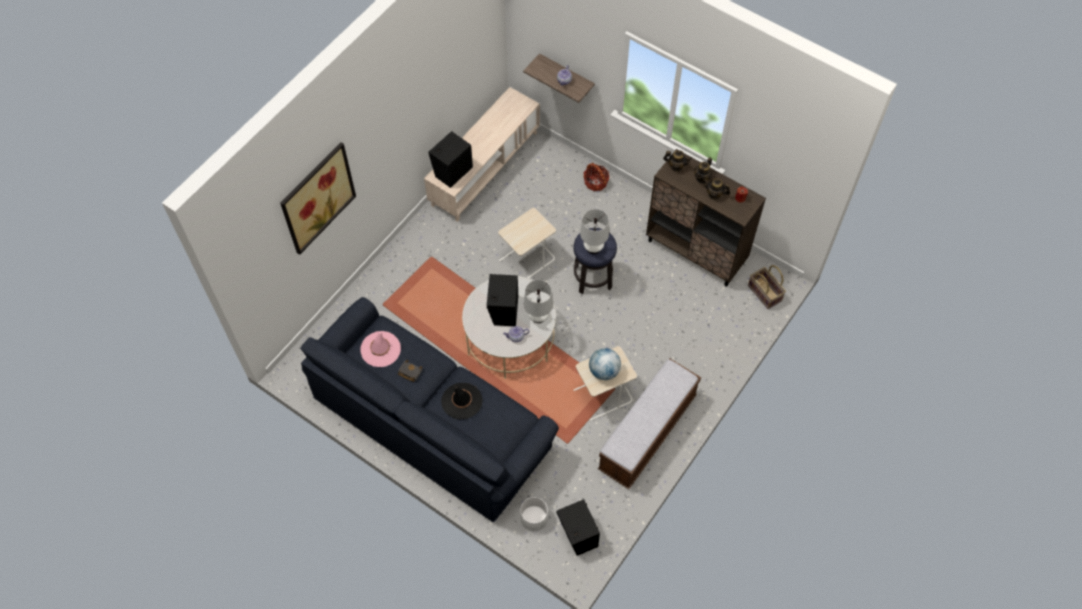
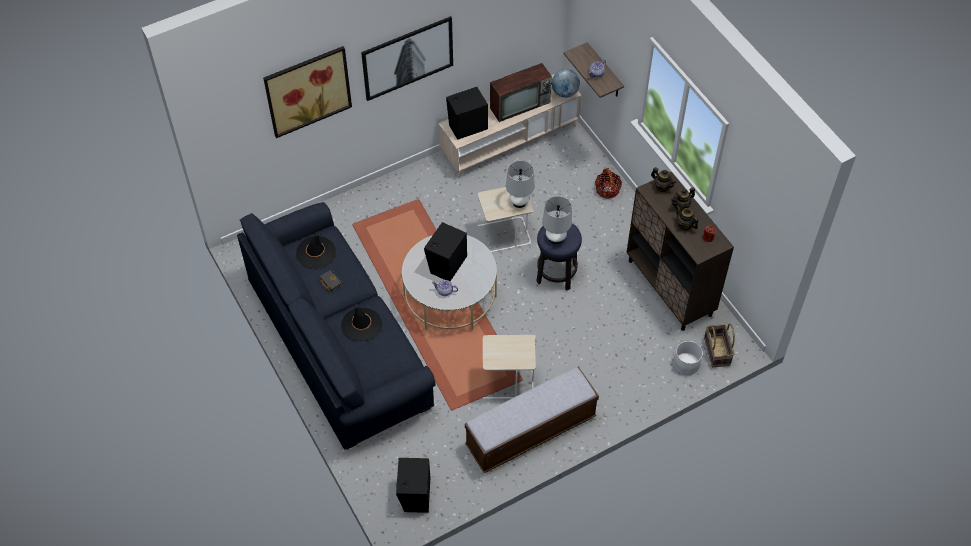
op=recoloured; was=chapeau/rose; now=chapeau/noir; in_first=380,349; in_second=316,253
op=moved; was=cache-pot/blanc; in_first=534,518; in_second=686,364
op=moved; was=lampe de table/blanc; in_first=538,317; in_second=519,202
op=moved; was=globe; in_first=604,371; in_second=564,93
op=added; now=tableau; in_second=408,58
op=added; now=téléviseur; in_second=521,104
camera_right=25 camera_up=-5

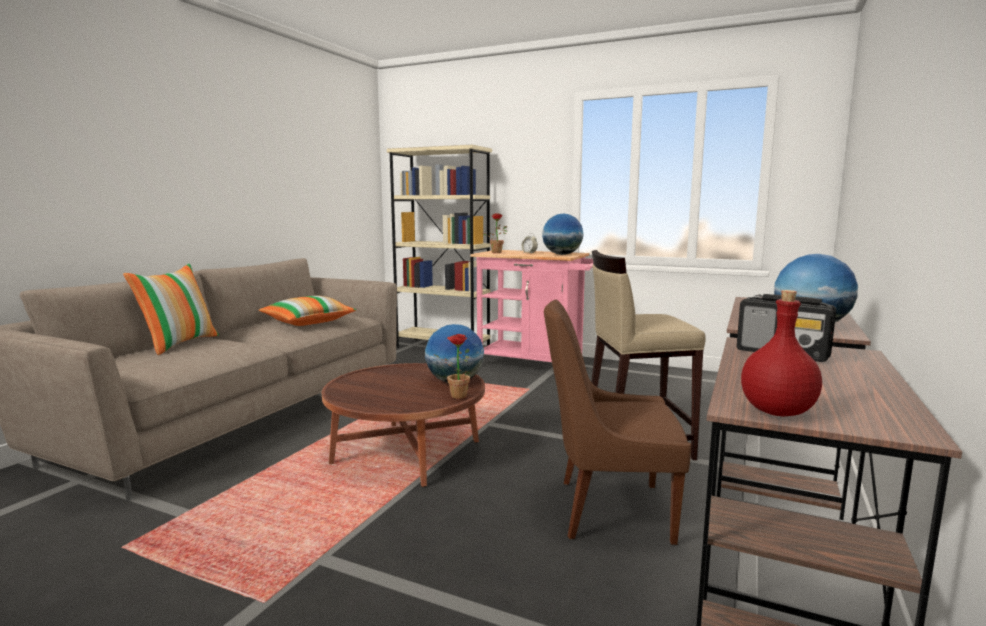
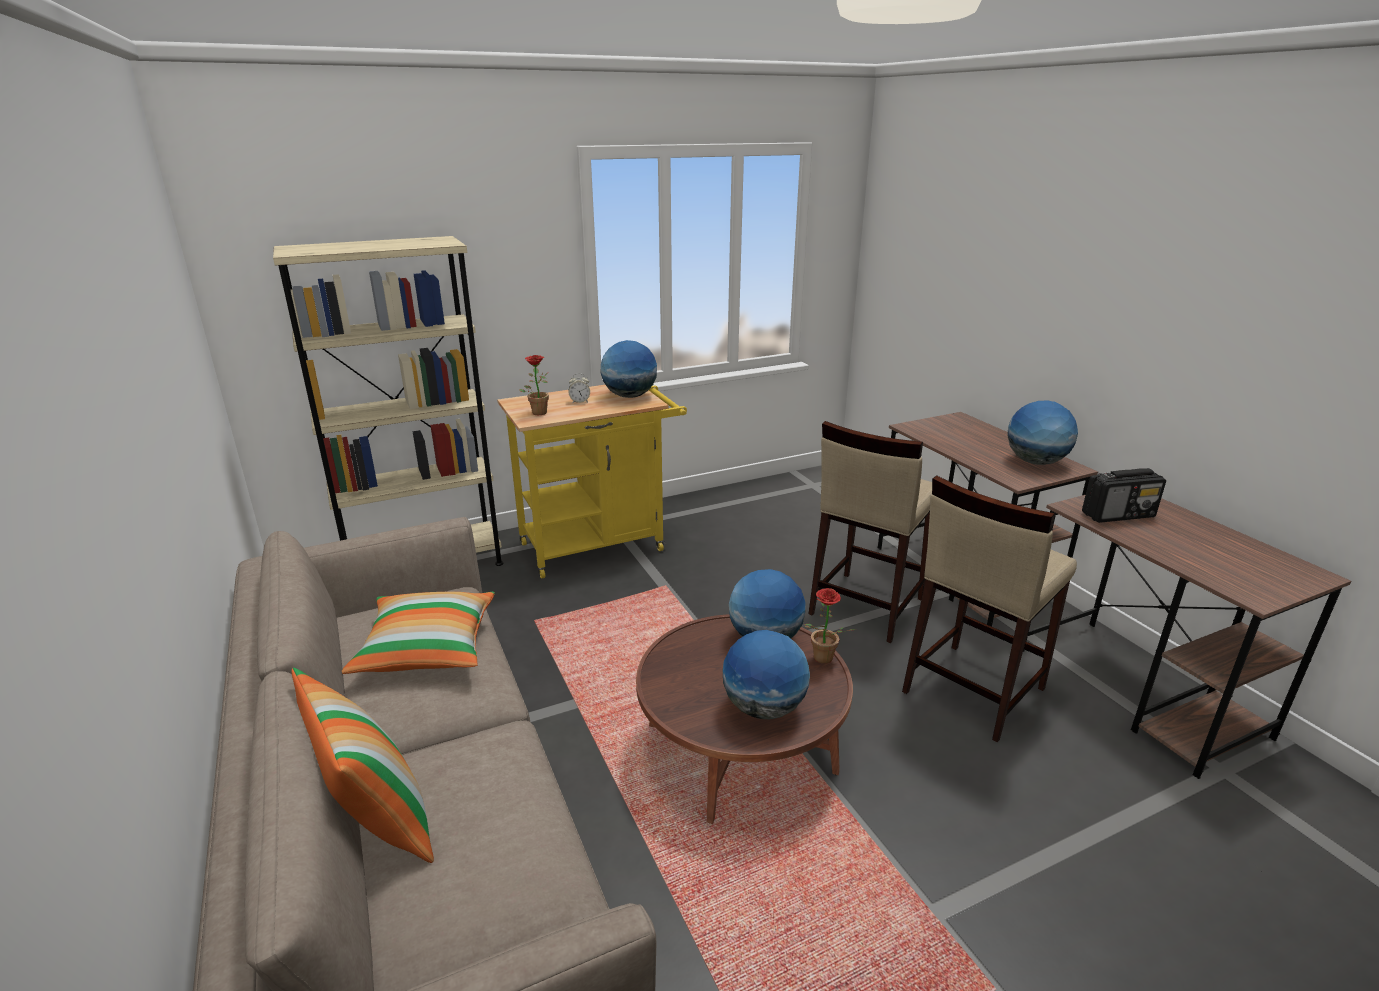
op=recoloured; was=chariot/rose; now=chariot/jaune; in_first=536,365; in_second=600,544
op=replaced; was=chaise/marron; now=tabouret/beige; in_first=608,510; in_second=971,690
op=removed; was=bouteille/rouge; in_first=776,411
op=added; now=globe; in_second=764,708
camera_right=-50 camera_up=15

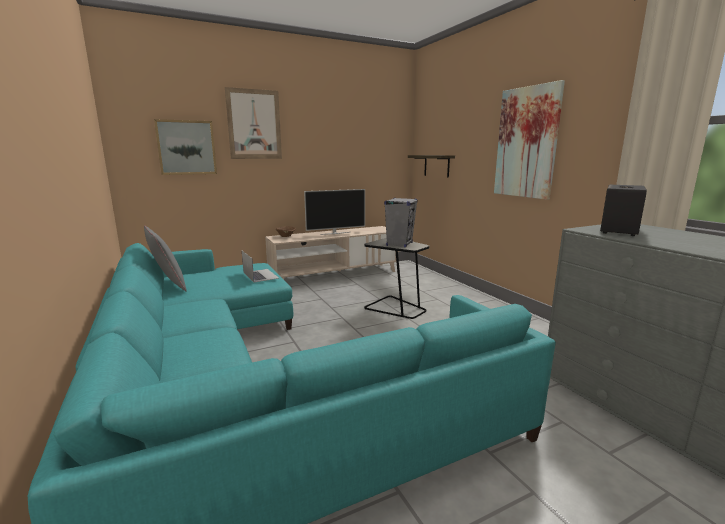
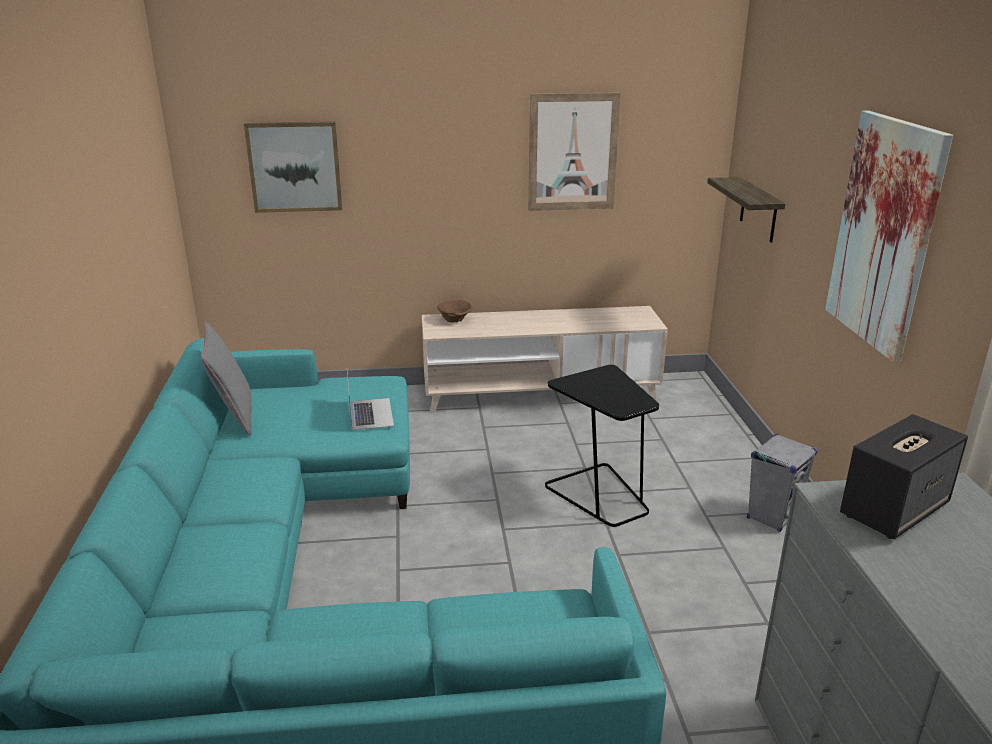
op=moved; was=tableau; in_first=254,124; in_second=572,152
op=removed; was=téléviseur; in_first=335,233
op=moved; was=enceinte/gris; in_first=399,244; in_second=772,517
camera_right=20 camera_up=10

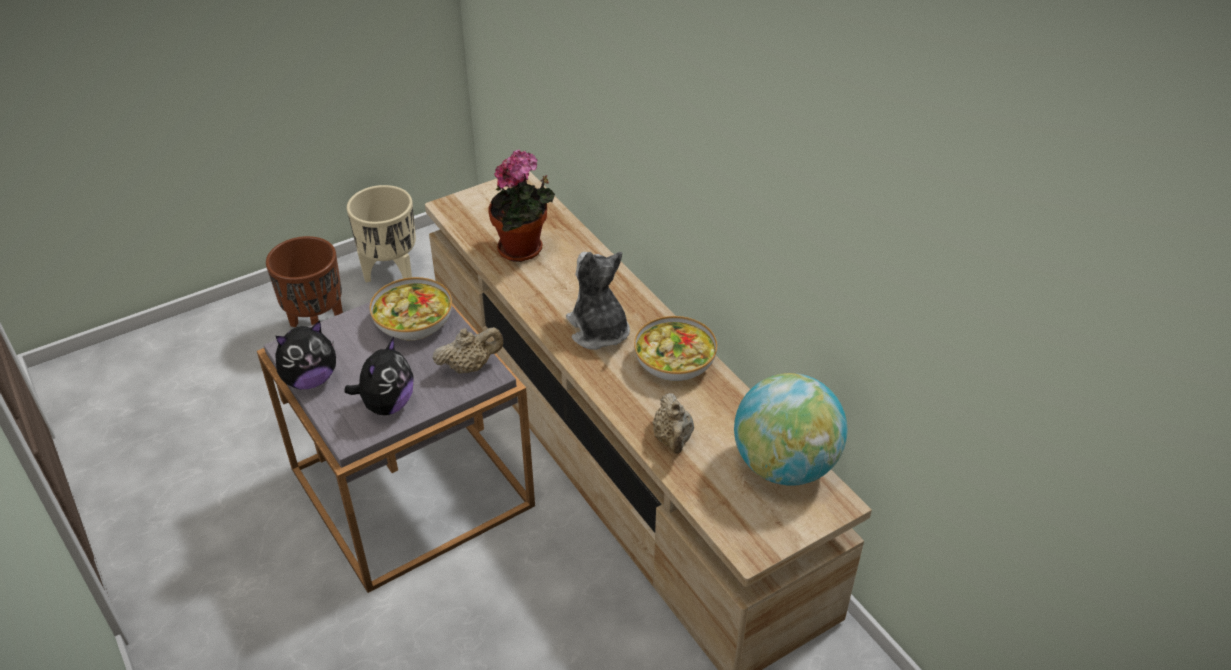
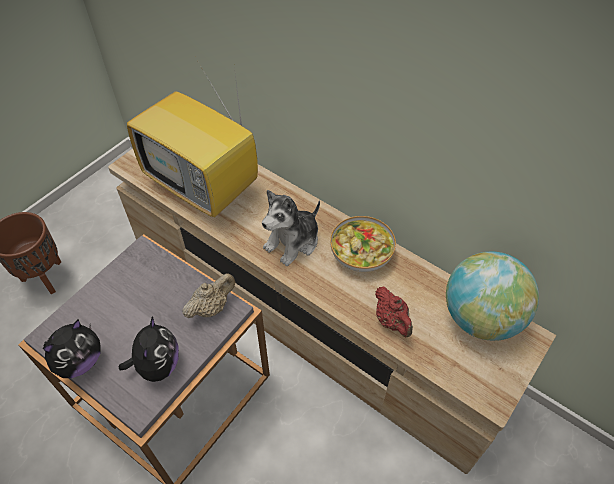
op=removed; was=cache-pot/beige; in_first=392,274
op=removed; was=bol; in_first=414,322
op=replaced; was=plante en pot; now=téléviseur; in_first=524,250; in_second=205,187
op=turned; was=peluche; in_first=598,331; in_second=293,242; clockwise=-90
op=recoloured; was=théière/beige; now=théière/rouge; in_first=673,440; in_second=392,321
camera_right=-20 camera_up=10

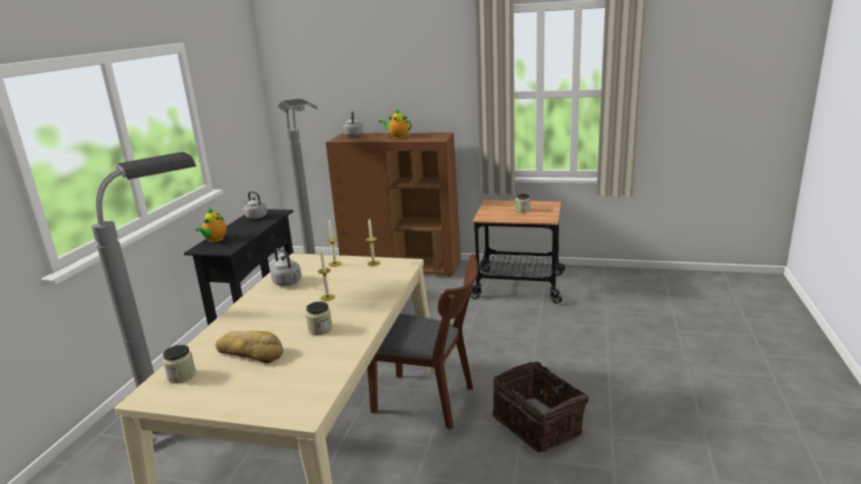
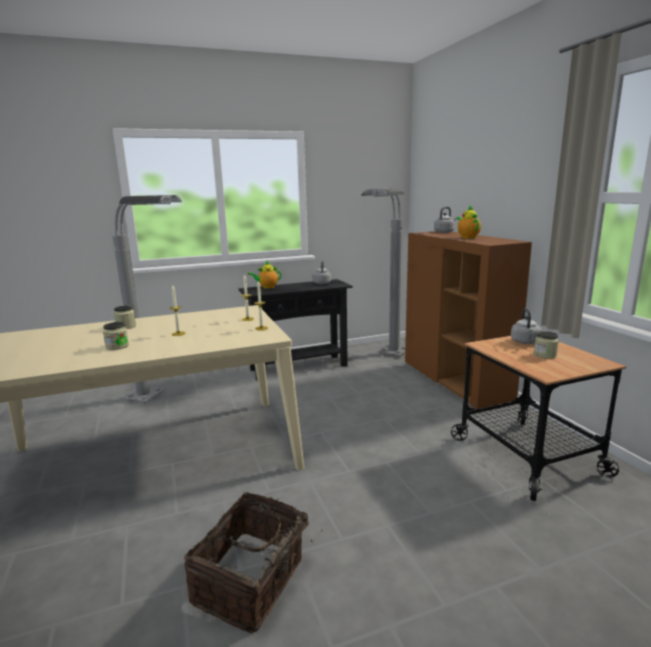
op=moved; was=bocal; in_first=181,375; in_second=126,327
op=removed; was=pain; in_first=250,352
op=moved; was=bouilloire/gris; in_first=288,283; in_second=525,342
op=removed; was=chaise/marron; in_first=431,401
camera_right=55 camera_up=-5

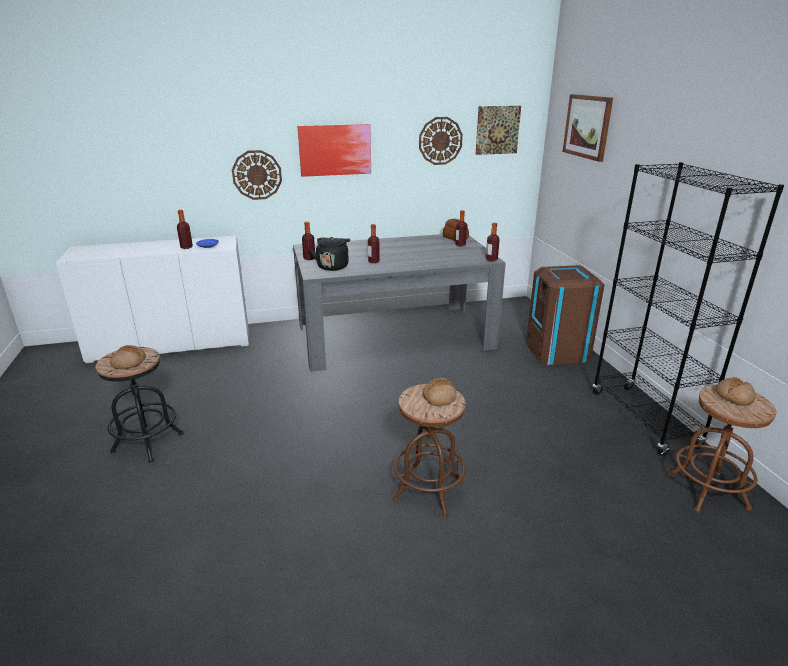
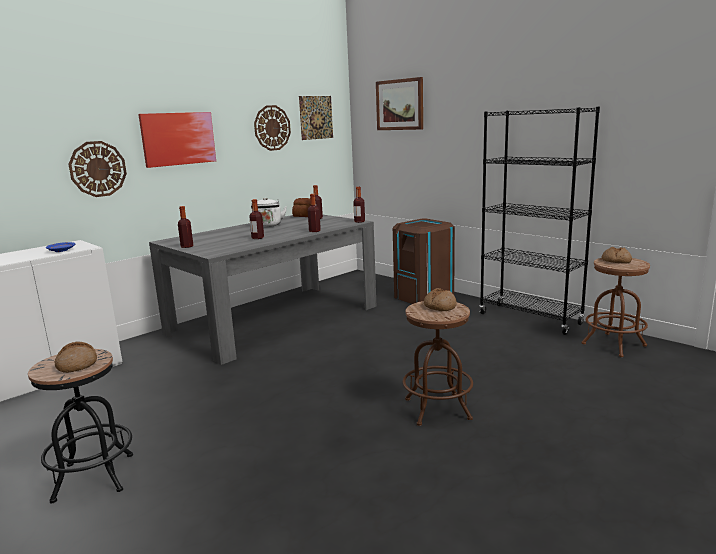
op=moved; was=bouteille; in_first=186,247; in_second=314,231
op=removed; was=bouilloire/noir; in_first=332,266
op=added; now=bouilloire/blanc; in_second=268,225
camera_right=-30 camera_up=-10

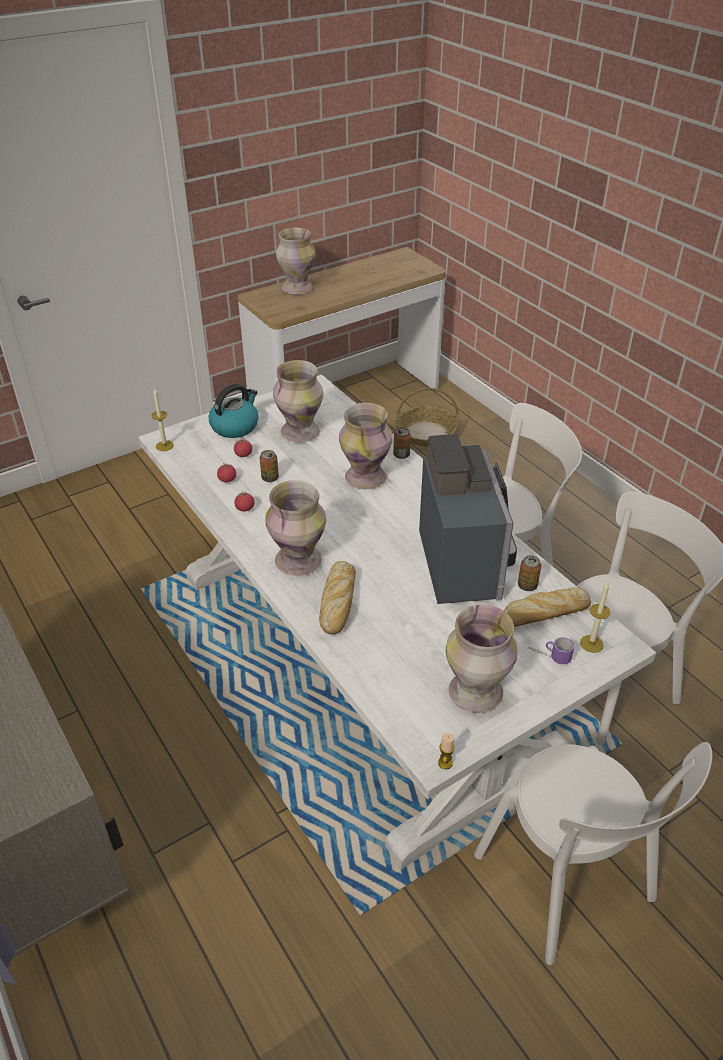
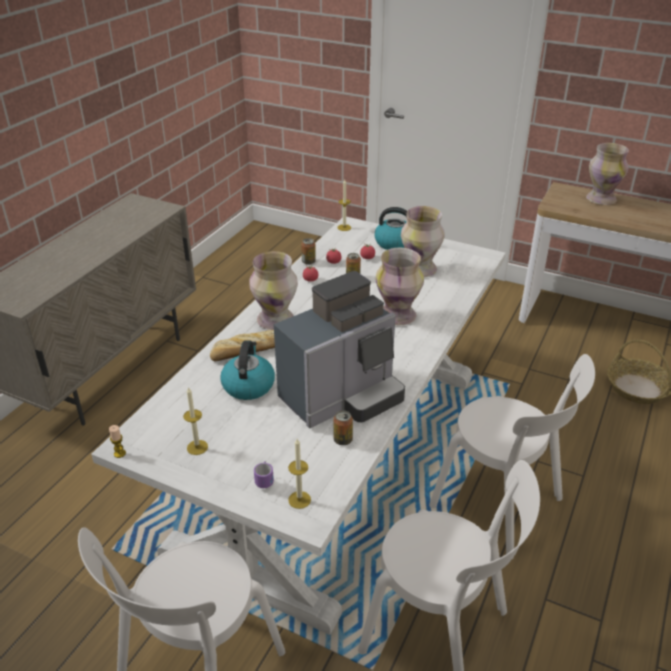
op=moved; was=boîte métallique; in_first=401,455; in_second=308,262
op=replaced; was=vase; now=bougie; in_first=474,693; in_second=197,447
op=removed; was=pain; in_first=544,614
op=added; now=bouilloire; in_second=248,385
camera_right=60 camera_up=-5

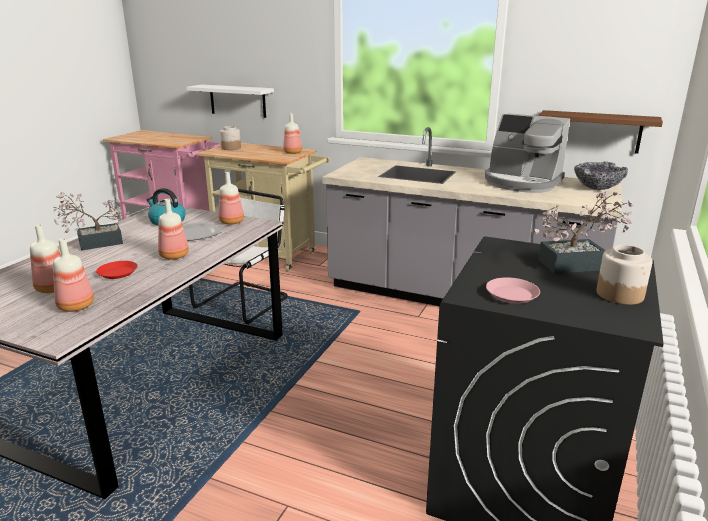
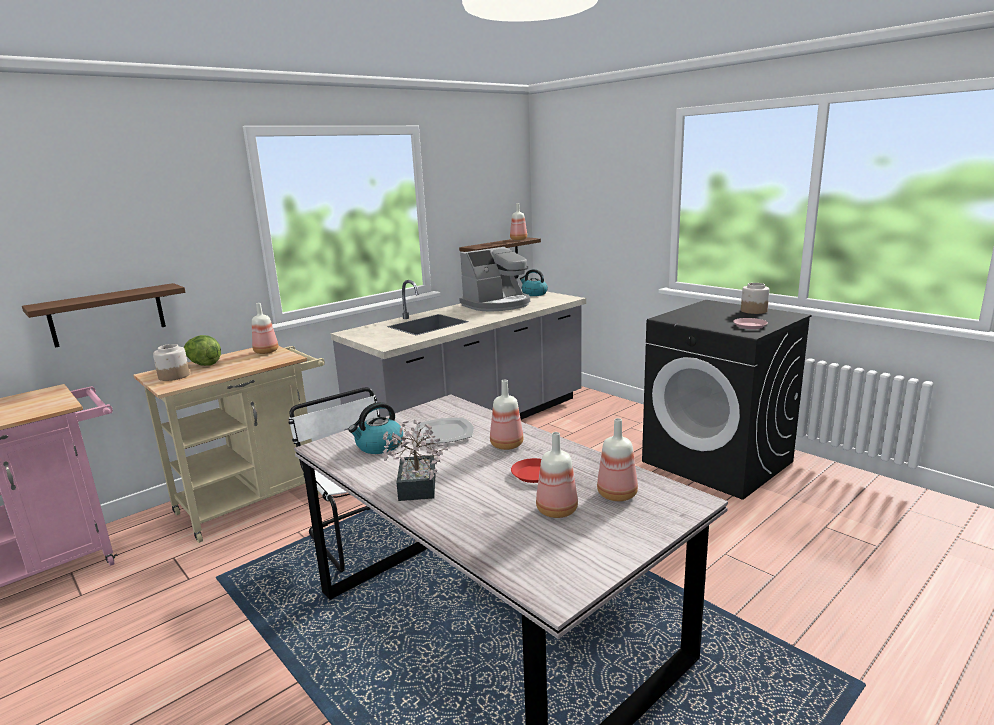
op=recoloured; was=étagère/blanc; now=étagère/marron; in_first=237,101; in_second=107,315
op=moved; was=bouteille; in_first=231,222; in_second=518,239
op=removed; was=plante en pot; in_first=578,264
op=replaced; was=bol; now=bouilloire; in_first=596,188; in_second=534,294
op=added; now=laitue; in_second=203,364
camera_right=-65 camera_up=-5

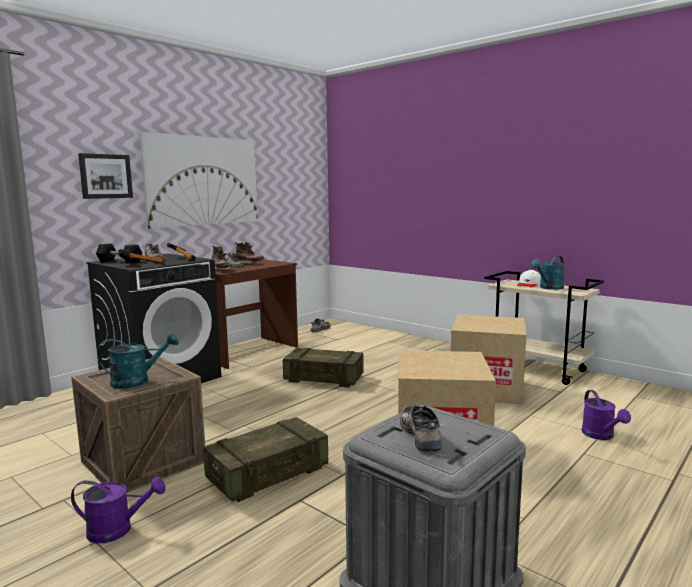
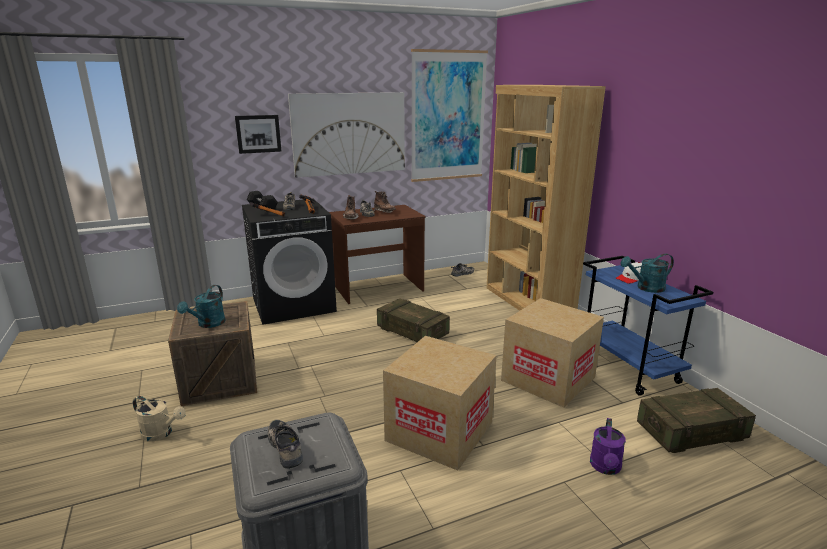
op=recoloured; was=arrosoir/violet; now=arrosoir/beige; in_first=118,530; in_second=161,433
op=turned; was=arrosoir/turquoise; in_first=137,381; in_second=208,324; clockwise=105
op=moved; was=caisse; in_first=268,474; in_second=691,433
op=turned; was=chaussure; in_first=422,434; in_second=287,447; clockwise=-45
op=recoloured; was=chariot/beige; now=chariot/bleu; in_first=538,369; in_second=628,368
op=added; now=tableau; in_second=448,116
op=added; now=bibliothèque/marron; in_second=528,302
camera_right=25 camera_up=10

